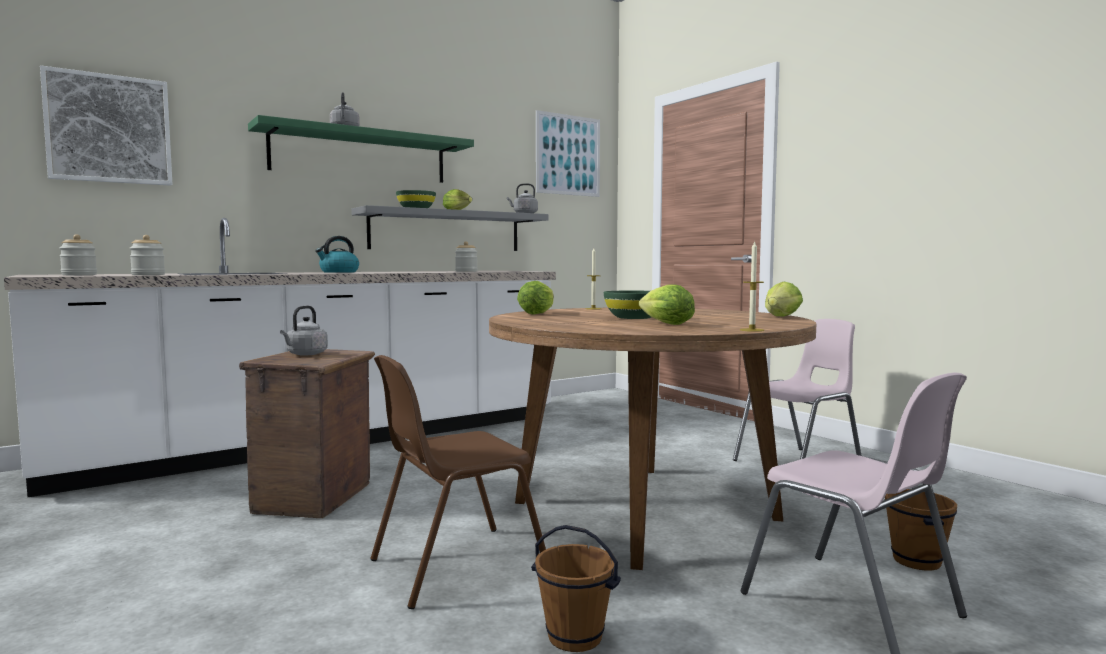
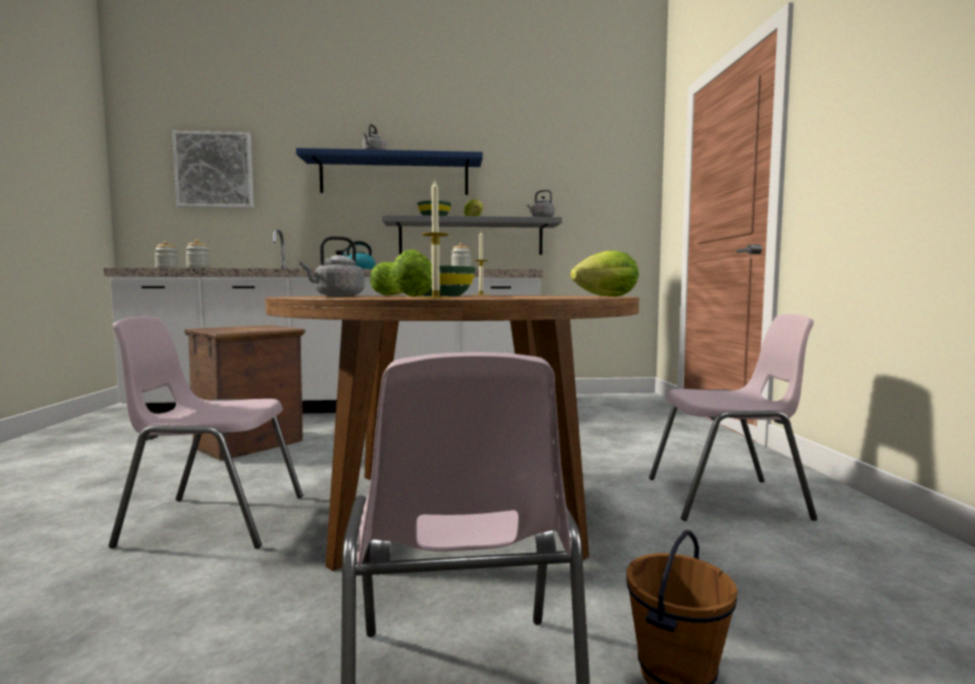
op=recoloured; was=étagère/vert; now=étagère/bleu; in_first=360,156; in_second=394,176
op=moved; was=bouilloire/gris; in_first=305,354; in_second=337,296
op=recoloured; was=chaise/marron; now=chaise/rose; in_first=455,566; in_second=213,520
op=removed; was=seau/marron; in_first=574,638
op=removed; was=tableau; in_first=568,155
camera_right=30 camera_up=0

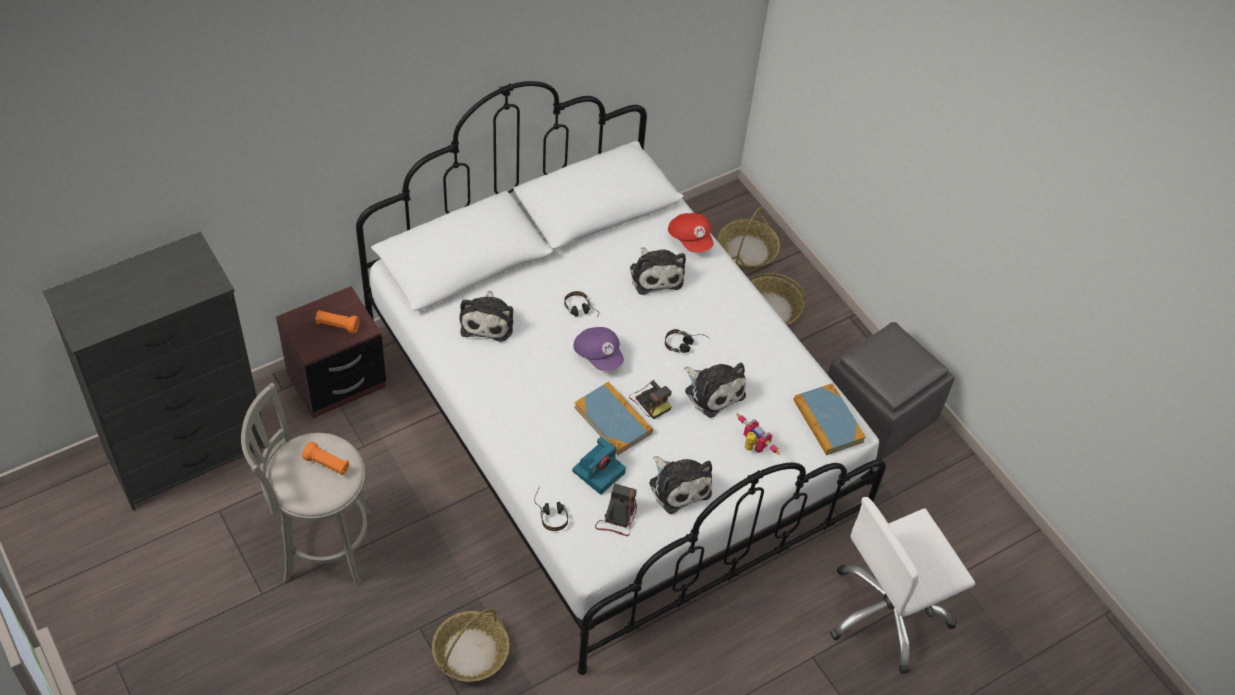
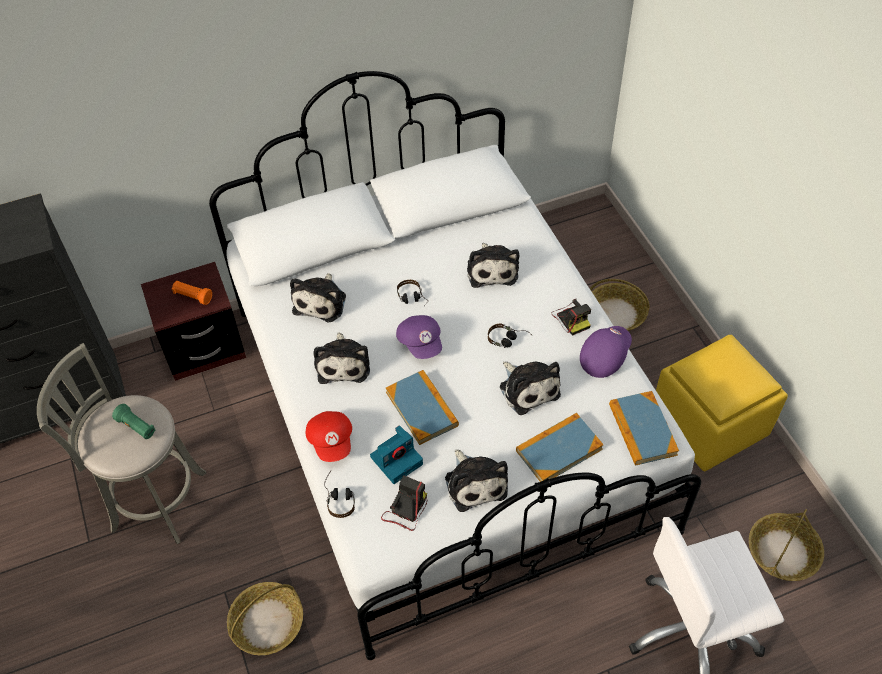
op=recoloured; was=lampe de poche/orange; now=lampe de poche/vert; in_first=327,464; in_second=137,427
op=moved; was=appareil photo; in_first=650,400; in_second=571,318
op=moved; was=casquette/rouge; in_first=691,239; in_second=332,441
op=moved; was=panier; in_first=746,251; in_second=782,552
op=replaced; was=robot jouet; now=livre; in_first=752,447; in_second=559,450
op=recoloured; was=pouf/gris; now=pouf/jaune; in_first=878,412; in_second=709,422
op=added; now=peluche; in_second=343,363
op=added; now=casquette/violet; in_second=604,356
camera_right=15 camera_up=0

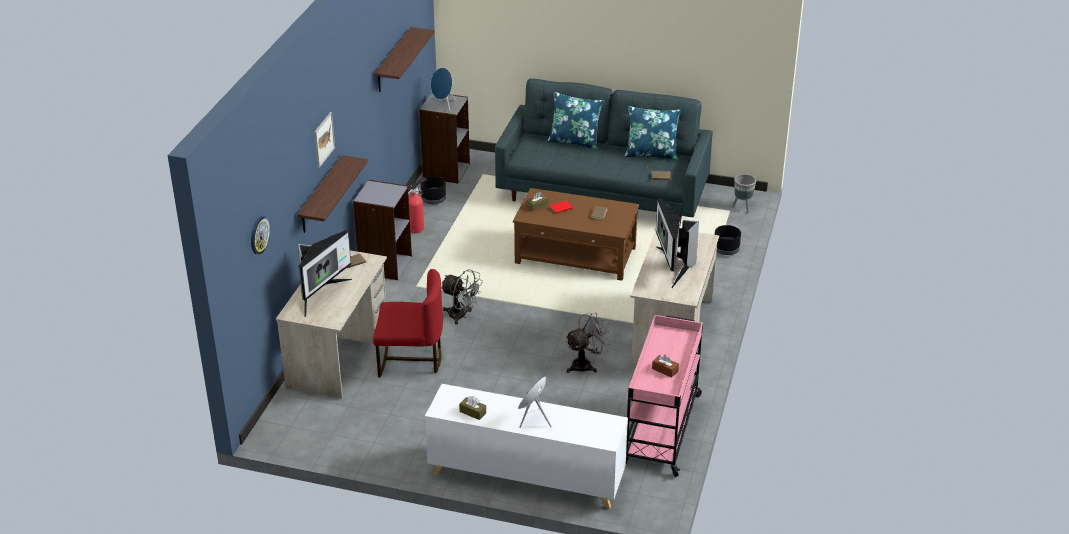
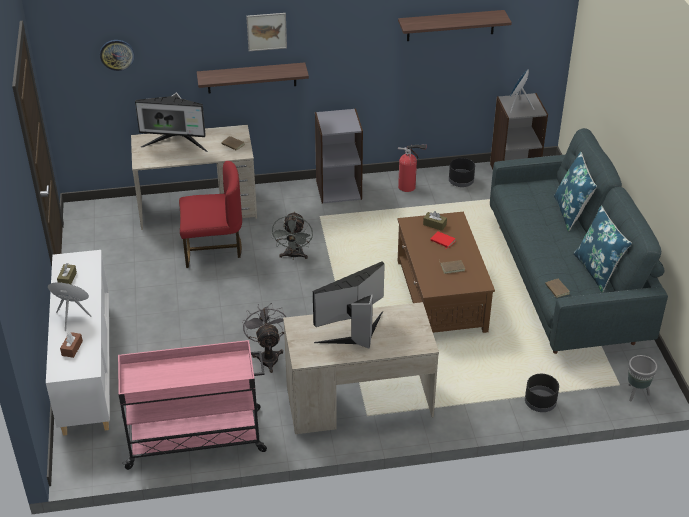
op=turned; was=chaise/rouge; in_first=410,360; in_second=213,248; clockwise=-75
op=turned; was=ventilateur/gris; in_first=586,365; in_second=268,356; clockwise=-135
op=moved; was=boîte à mouchoirs/marron; in_first=665,370; in_second=72,348
camera_right=65 camera_up=5

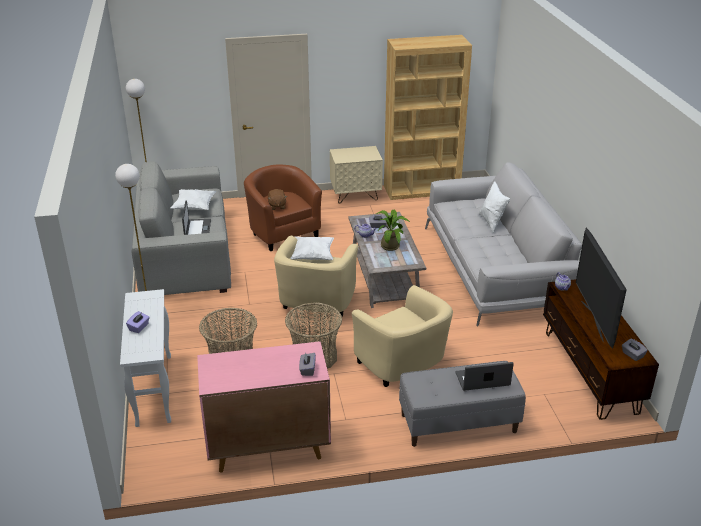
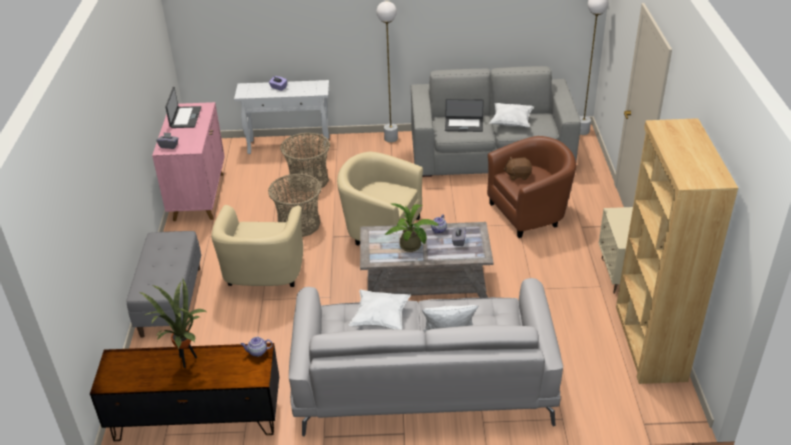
op=moved; was=coussin/blanc; in_first=313,256; in_second=380,319
op=turned; was=fauteuil/beige; in_first=403,366; in_second=263,276; clockwise=-60
op=moved; was=ordinateur portable; in_first=482,380; in_second=185,117
op=replaced; was=téléviseur; now=plante en pot; in_first=593,320; in_second=186,361
op=removed; was=boîte à mouchoirs/gris; in_first=632,355
camera_right=100 camera_up=5

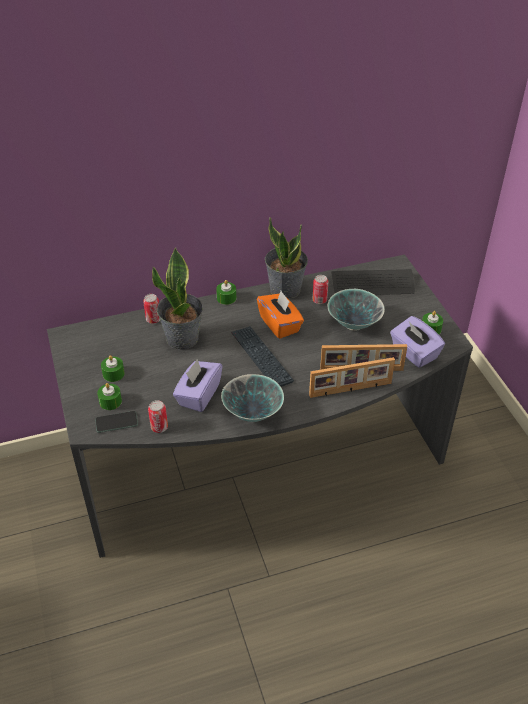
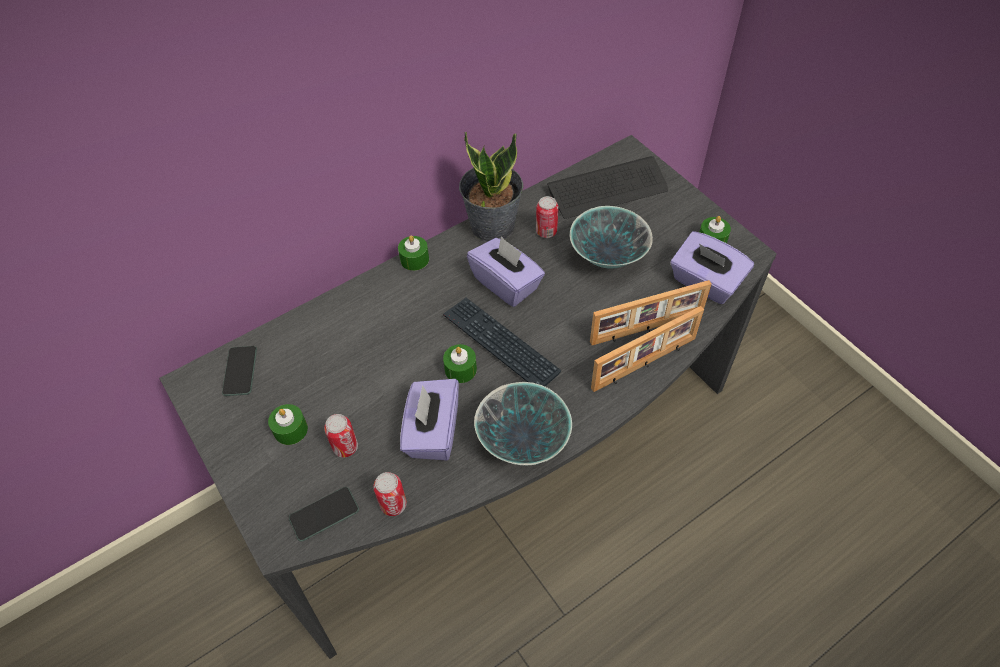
op=moved; was=bougie/vert; in_first=110,401; in_second=460,369
op=moved; was=boîte métallique; in_first=153,319; in_second=345,447
op=removed; was=plante en pot; in_first=183,338
op=recoloured; was=boîte à mouchoirs/orange; now=boîte à mouchoirs/violet; in_first=280,324; in_second=506,283
op=added; now=téléphone; in_second=240,371
camera_right=-15 camera_up=10

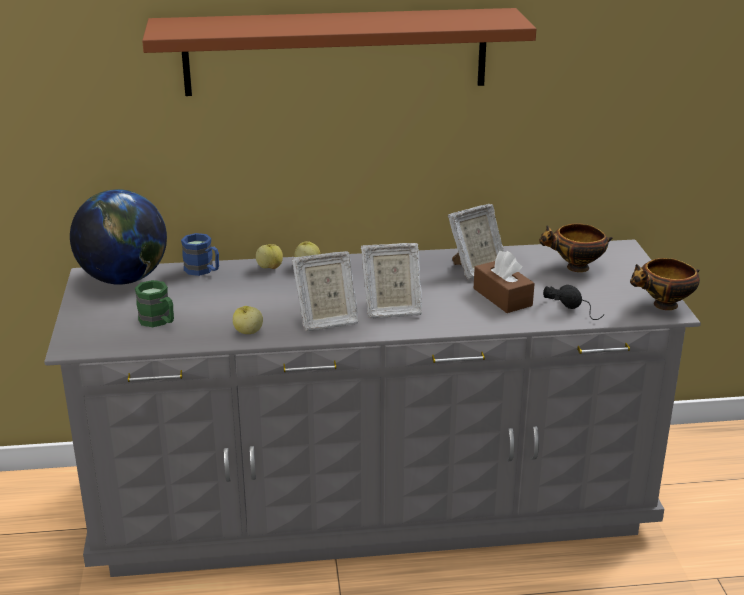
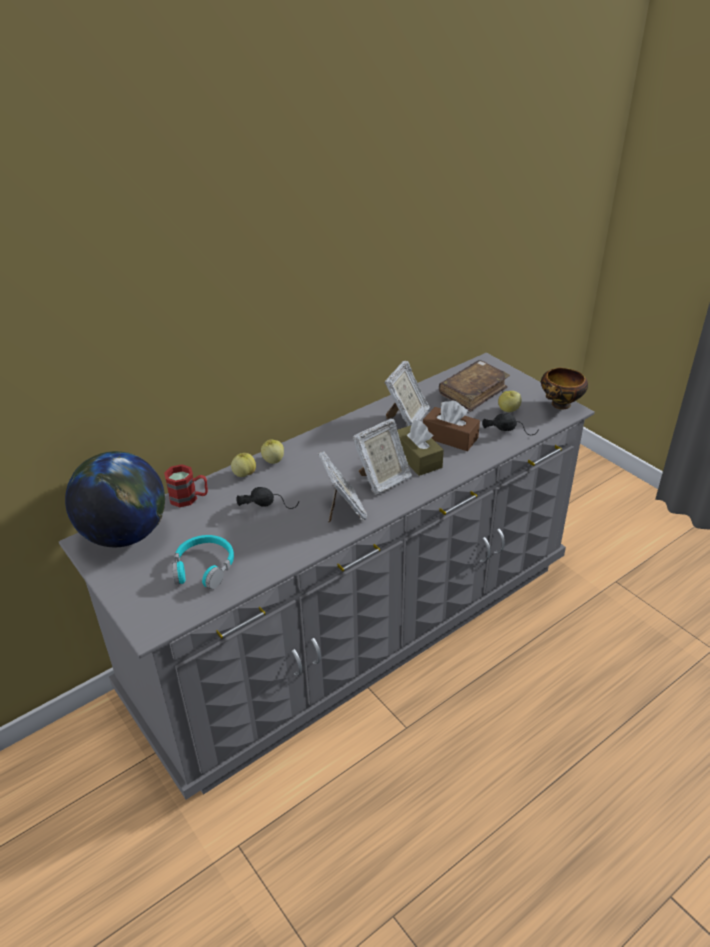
op=replaced; was=mug/vert; now=casque audio/turquoise; in_first=159,321; in_second=204,567
op=removed; was=étagère/marron; in_first=336,52
op=recoloured; was=mug/bleu; now=mug/rouge; in_first=203,270; in_second=189,498
op=moved; was=pomme; in_first=248,332; in_second=508,410
op=turned; was=cadre photo; in_first=326,321; in_second=343,510; clockwise=-60
op=replaced; was=bol; now=livre/marron; in_first=575,268; in_second=473,392
op=added; now=casque audio/noir; in_second=267,505
op=added; now=boîte à mouchoirs/marron; in_second=417,458
camera_right=-30 camera_up=10

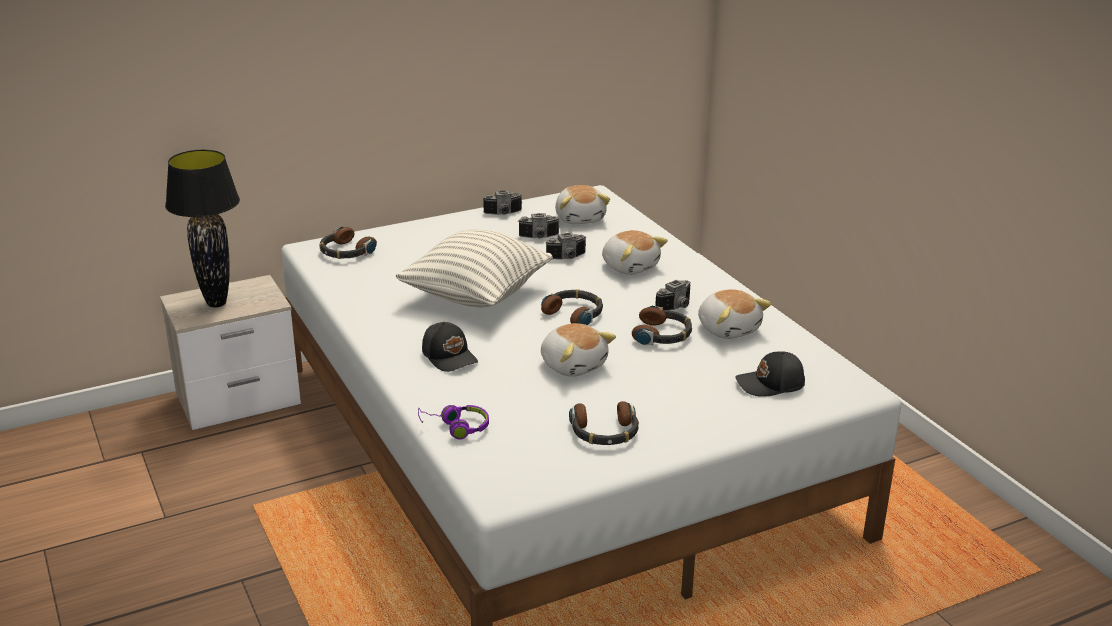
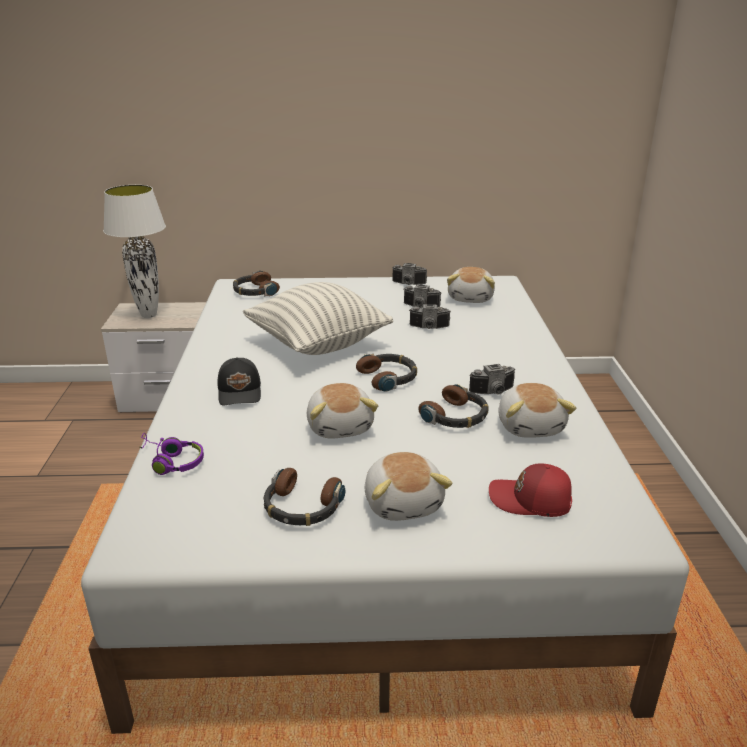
op=recoloured; was=lampe de table/noir; now=lampe de table/blanc; in_first=217,303; in_second=149,315
op=moved; was=peluche; in_first=630,266; in_second=404,502
op=recoloured; was=casquette/noir; now=casquette/rouge; in_first=771,384; in_second=530,501
camera_right=25 camera_up=0

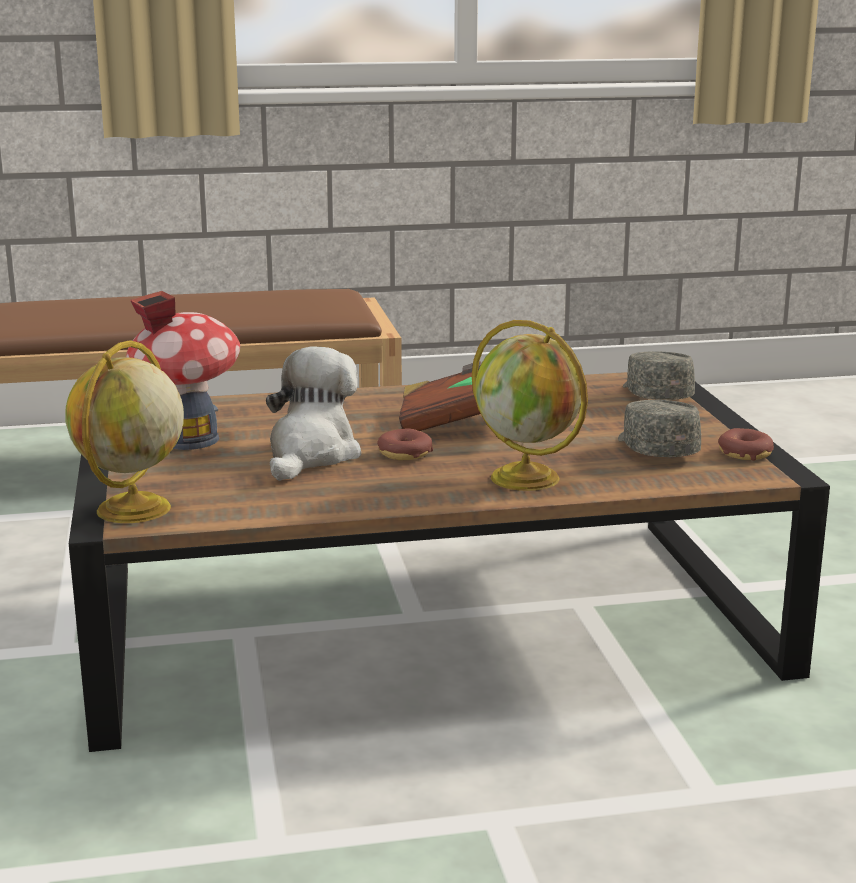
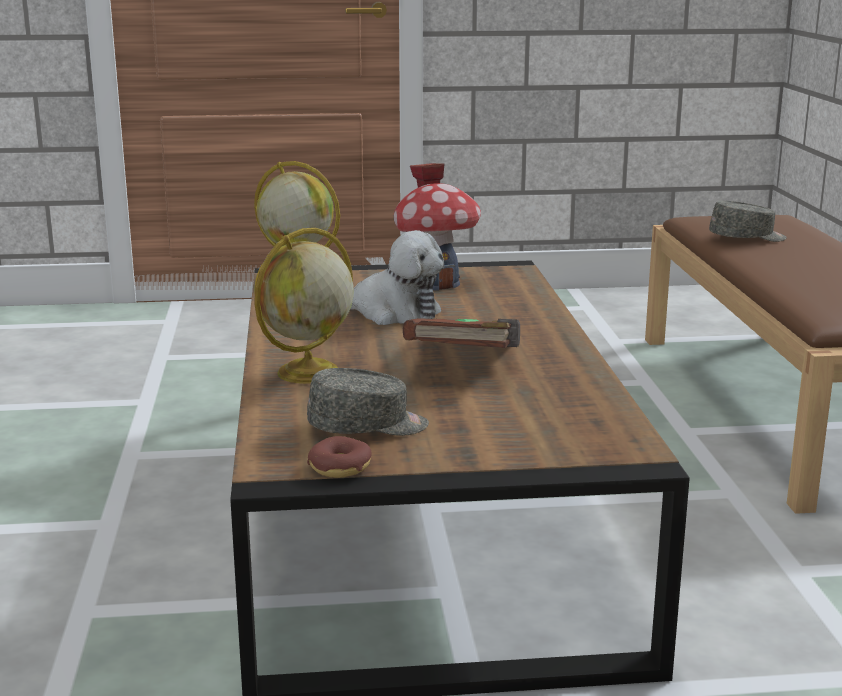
op=removed; was=beignet; in_first=404,454
op=moved; was=casquette/gris; in_first=655,394; in_second=747,238
camera_right=95 camera_up=0

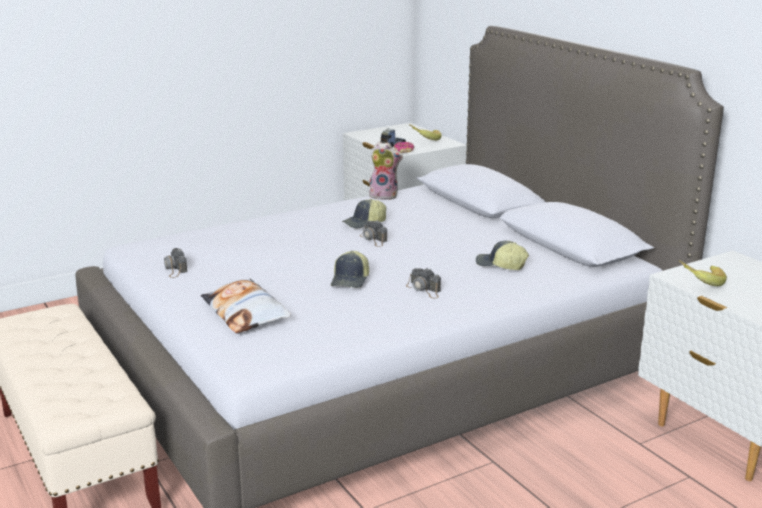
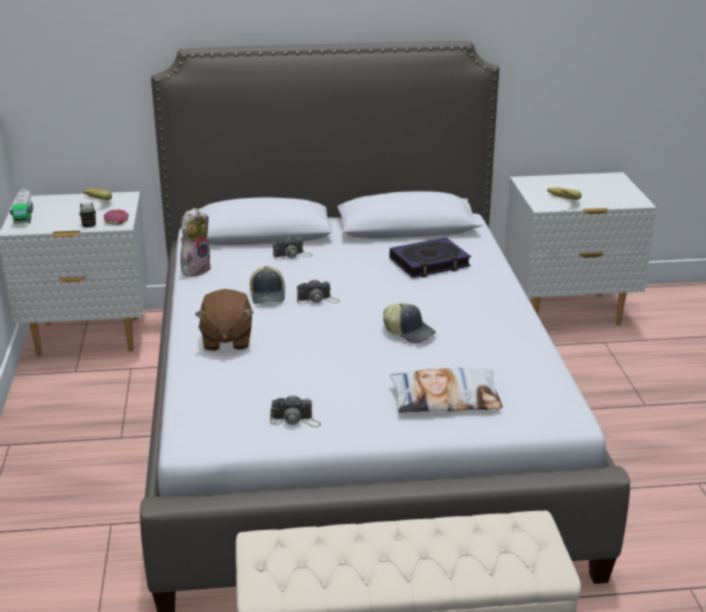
op=moved; was=appareil photo; in_first=424,289; in_second=292,255
op=replaced; was=casquette; now=livre; in_first=500,265; in_second=429,263
op=added; now=camion jouet; in_second=24,216
op=added; now=peluche/marron; in_second=226,340
camera_right=-65 camera_up=5

